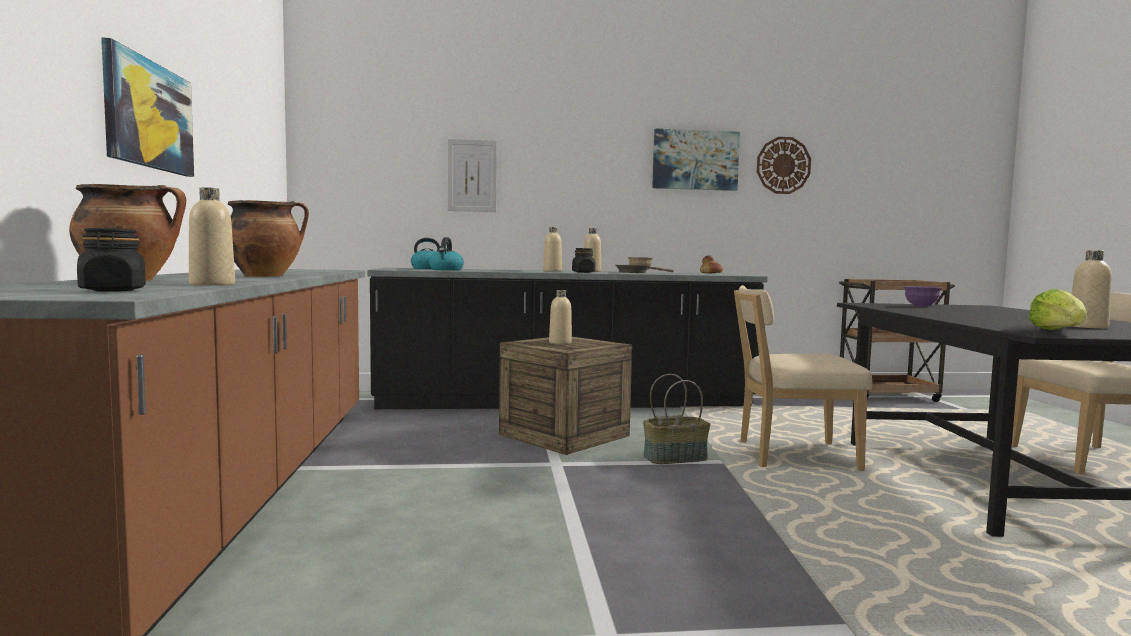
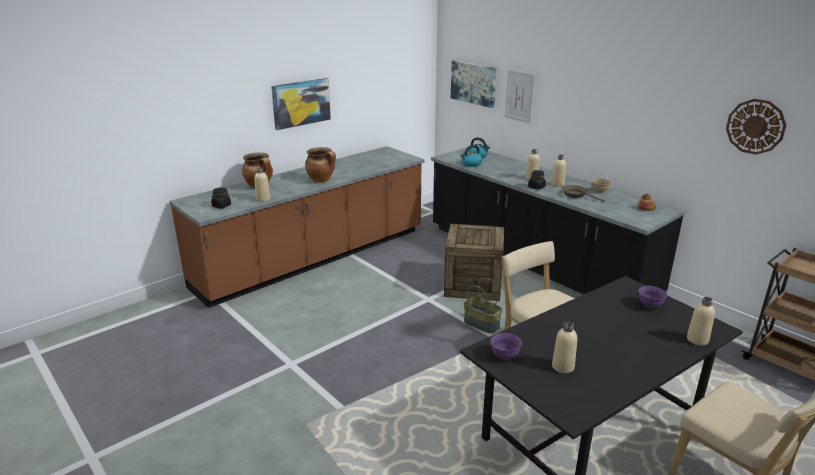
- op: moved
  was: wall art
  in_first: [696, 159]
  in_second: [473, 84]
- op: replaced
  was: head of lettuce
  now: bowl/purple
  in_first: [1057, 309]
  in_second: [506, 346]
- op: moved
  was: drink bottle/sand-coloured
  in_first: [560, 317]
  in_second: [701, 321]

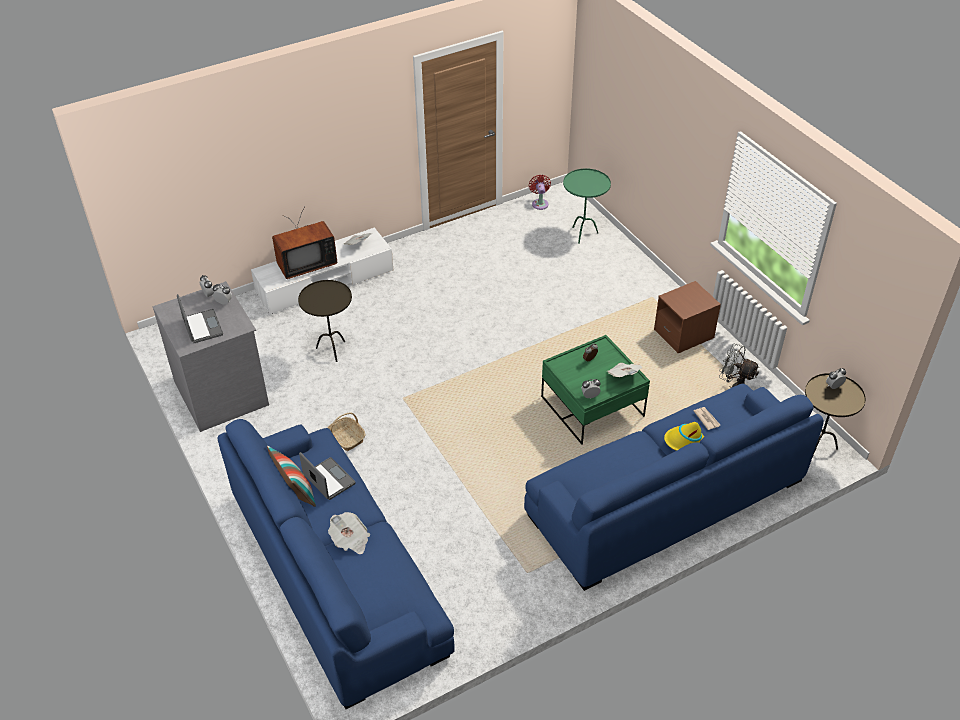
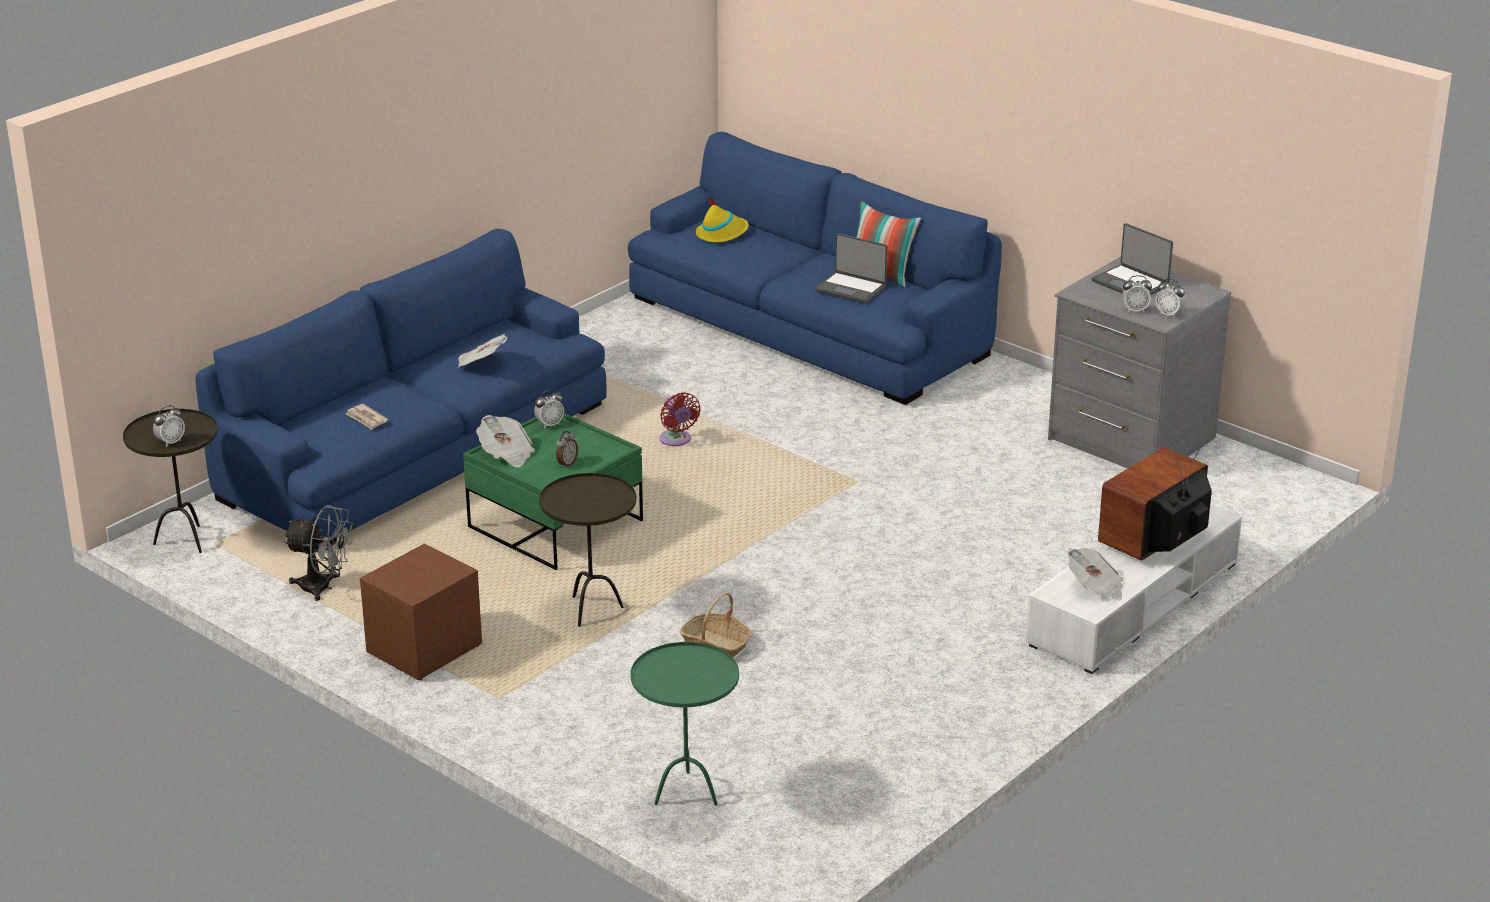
- op: moved
  was: electric fan/reddish
  in_first: [540, 192]
  in_second: [680, 419]
- op: moved
  was: accent table/brownish
  in_first: [325, 321]
  in_second: [587, 550]
- op: moved
  was: storage basket
  in_first: [346, 431]
  in_second: [715, 624]
- op: moved
  was: hat/yellow-coloured
  in_first: [684, 436]
  in_second: [722, 219]
- op: moved
  was: newspaper
  in_first: [349, 533]
  in_second: [482, 351]

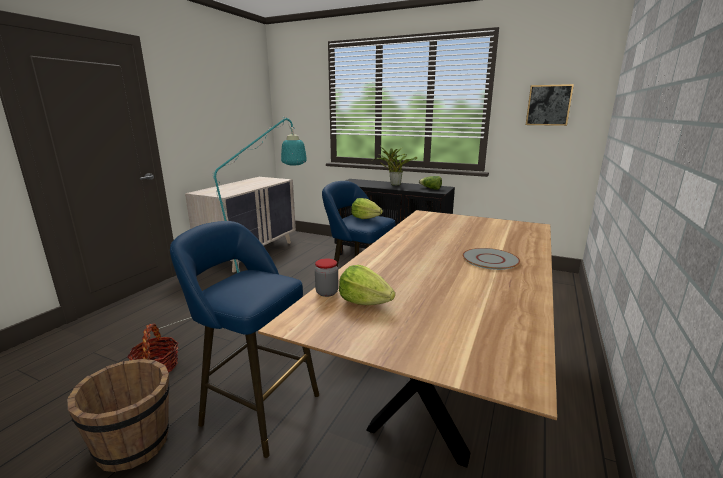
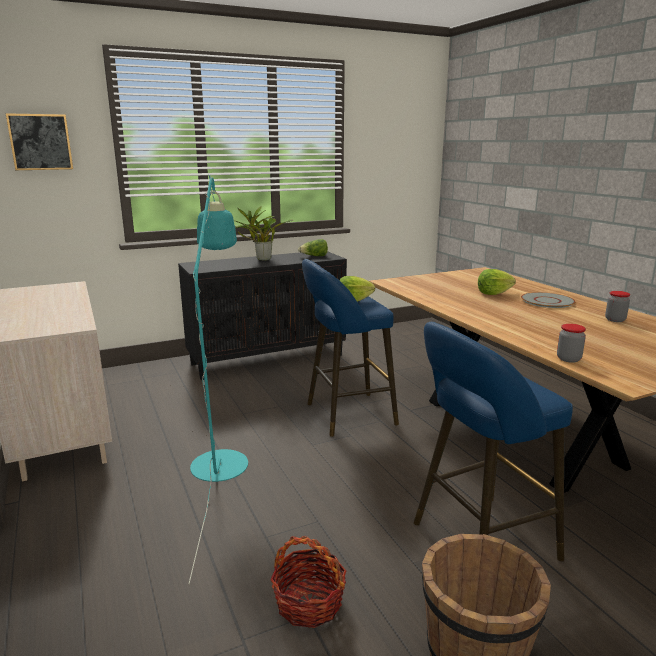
- op: moved
  was: wall art
  in_first: [550, 105]
  in_second: [39, 141]
- op: moved
  was: head of lettuce
  in_first: [367, 285]
  in_second: [497, 282]
- op: added
  now: jar
  in_second: [617, 306]

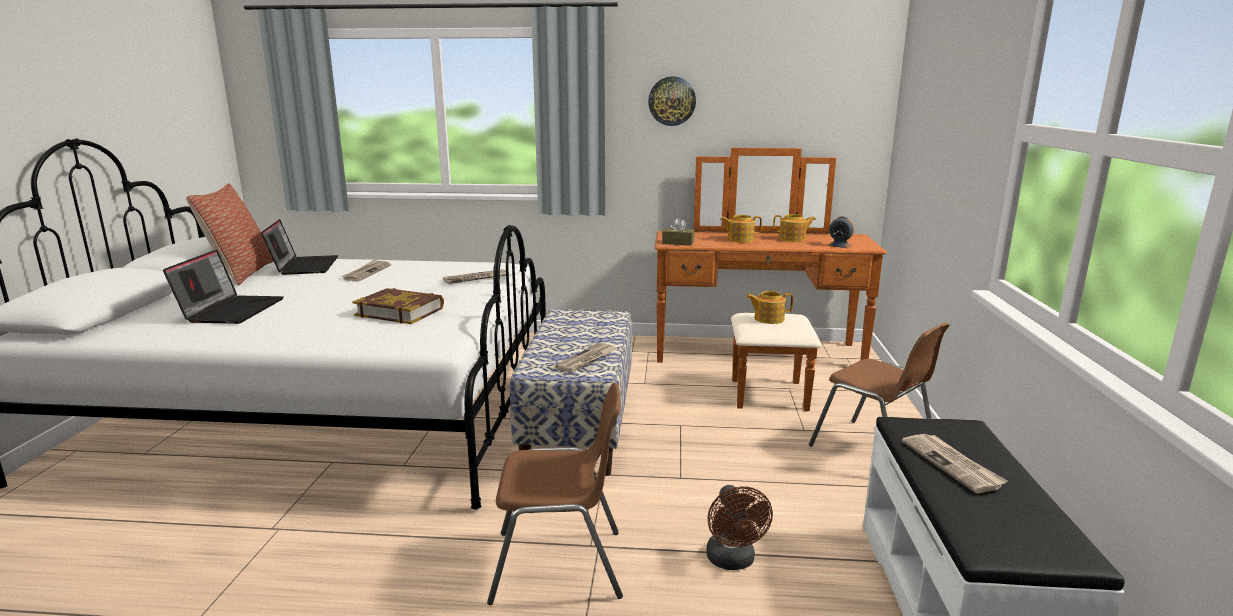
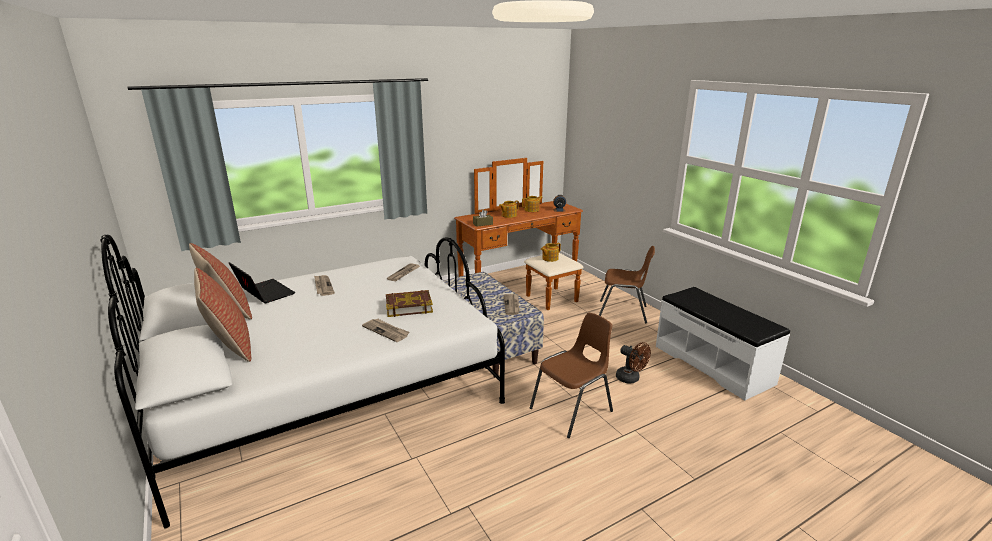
- op: removed
  was: hanging clock
  in_first: [672, 101]
- op: removed
  was: laptop
  in_first: [223, 286]
- op: moved
  was: newspaper
  in_first: [955, 464]
  in_second: [386, 330]
- op: added
  now: throw pillow
  in_second: [222, 315]

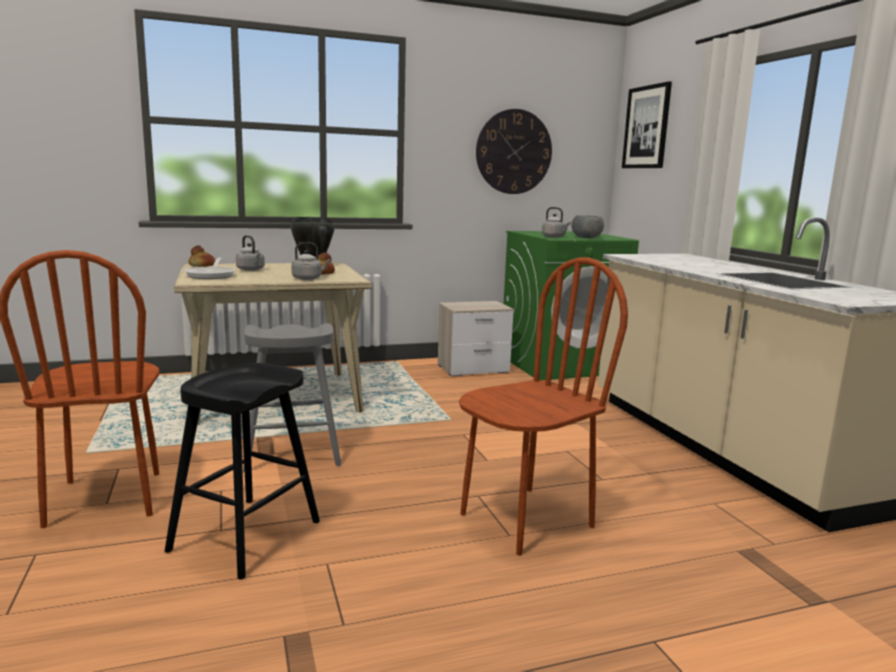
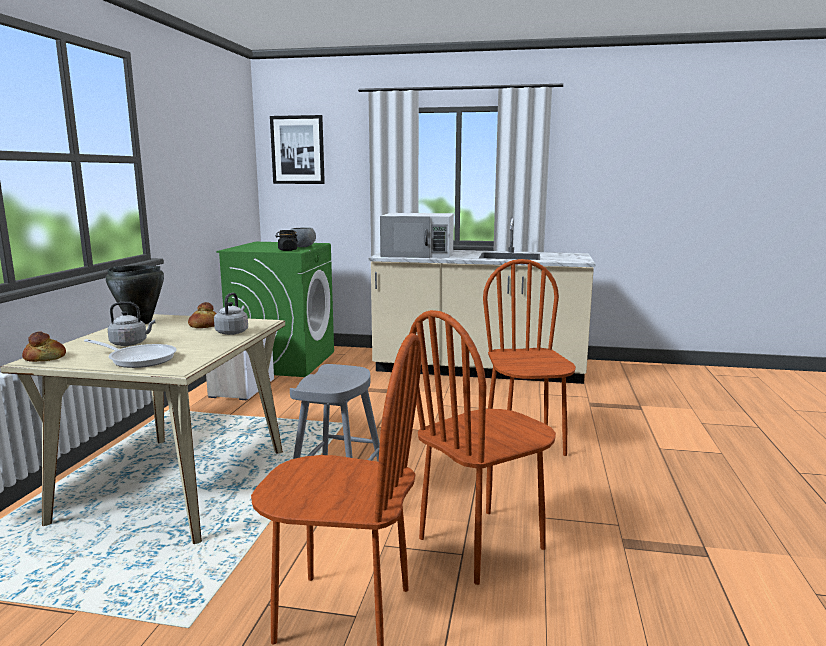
- op: removed
  was: hanging clock
  in_first: [514, 151]
- op: replaced
  was: kettle/grey
  now: jar/black
  in_first: [556, 222]
  in_second: [286, 240]
- op: replaced
  was: stool seat/black
  now: upright chair/brownish
  in_first: [242, 471]
  in_second: [482, 447]
- op: added
  now: microwave/white
  in_second: [417, 235]

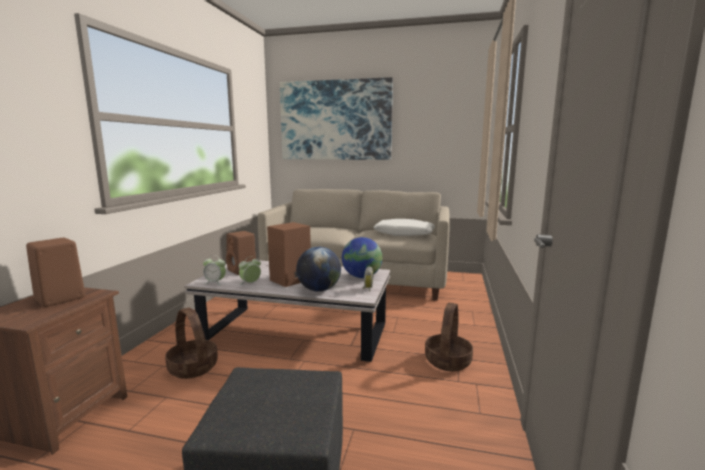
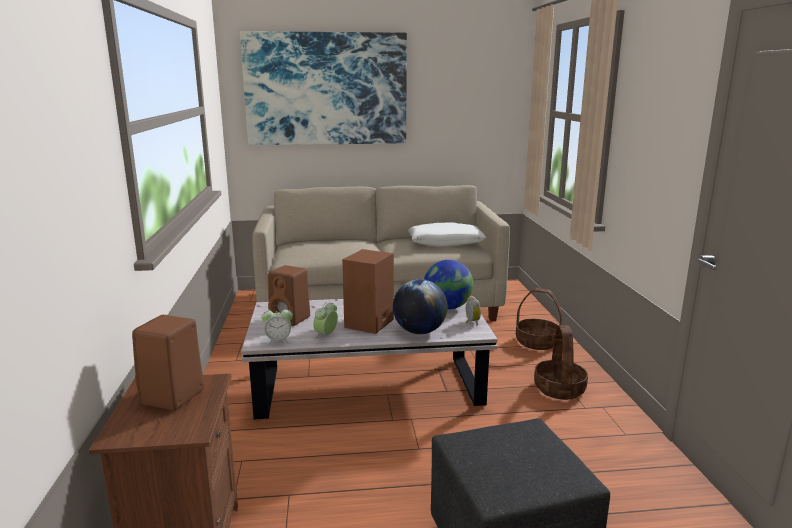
- op: moved
  was: storage basket
  in_first: [191, 343]
  in_second: [539, 319]

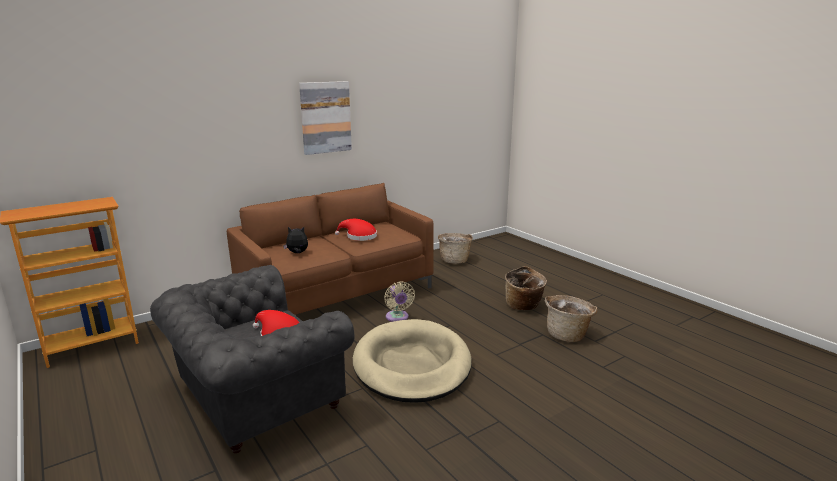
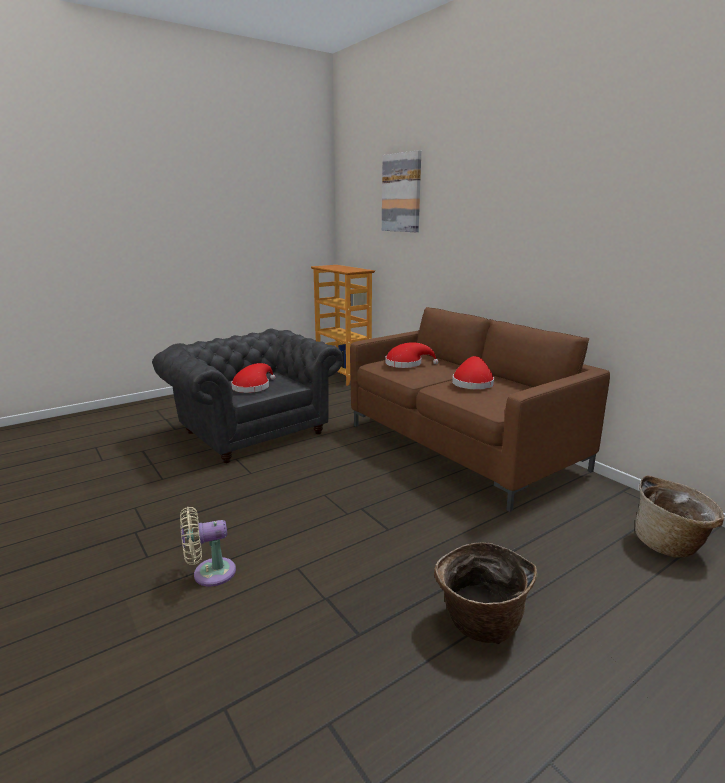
- op: moved
  was: wall art
  in_first: [325, 118]
  in_second: [401, 191]
- op: replaced
  was: cuddly toy
  now: hat/reddish
  in_first: [295, 240]
  in_second: [412, 355]
- op: moved
  was: electric fan/sand-coloured
  in_first: [399, 301]
  in_second: [208, 547]
- op: removed
  was: storage basket
  in_first: [570, 318]
- op: removed
  was: pet bed/sand-coloured
  in_first: [412, 361]

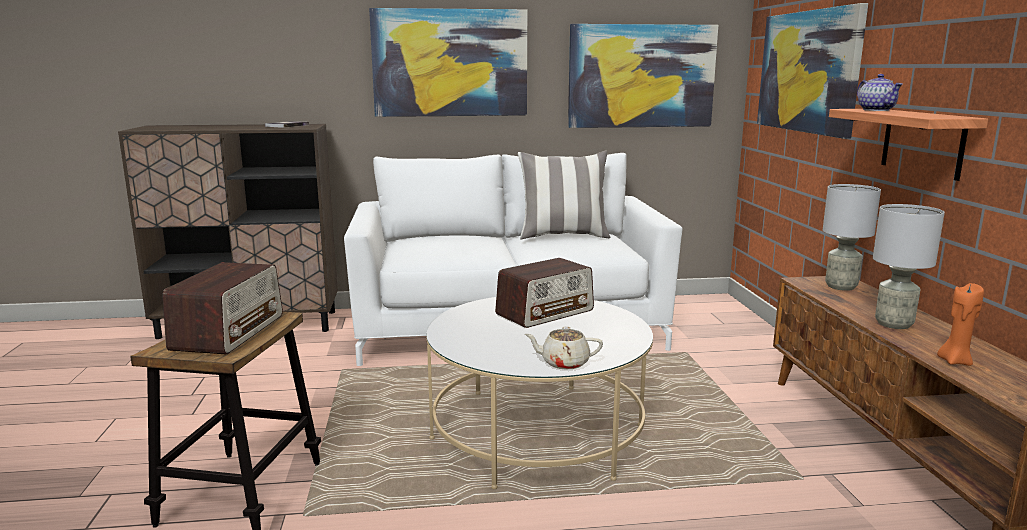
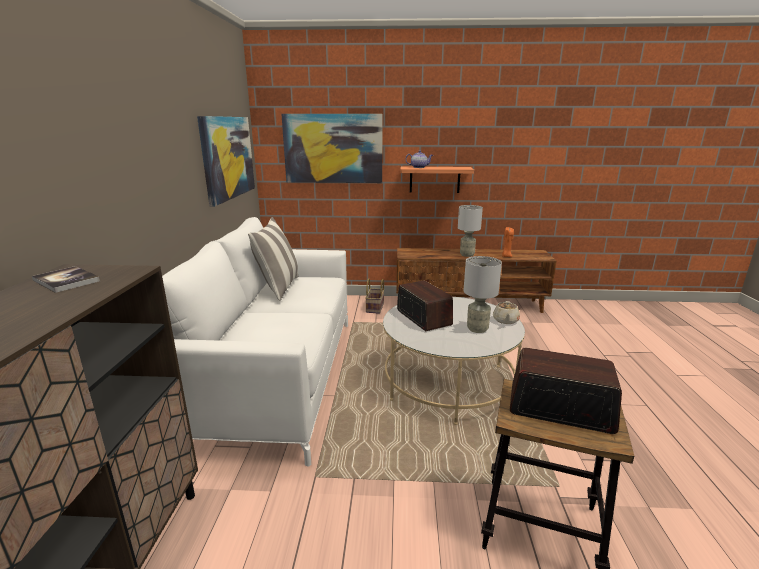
- op: removed
  was: wall art
  in_first: [448, 62]
- op: moved
  was: lamp for a table/grey
  in_first: [852, 237]
  in_second: [483, 294]
- op: added
  now: storage basket
  in_second: [374, 296]

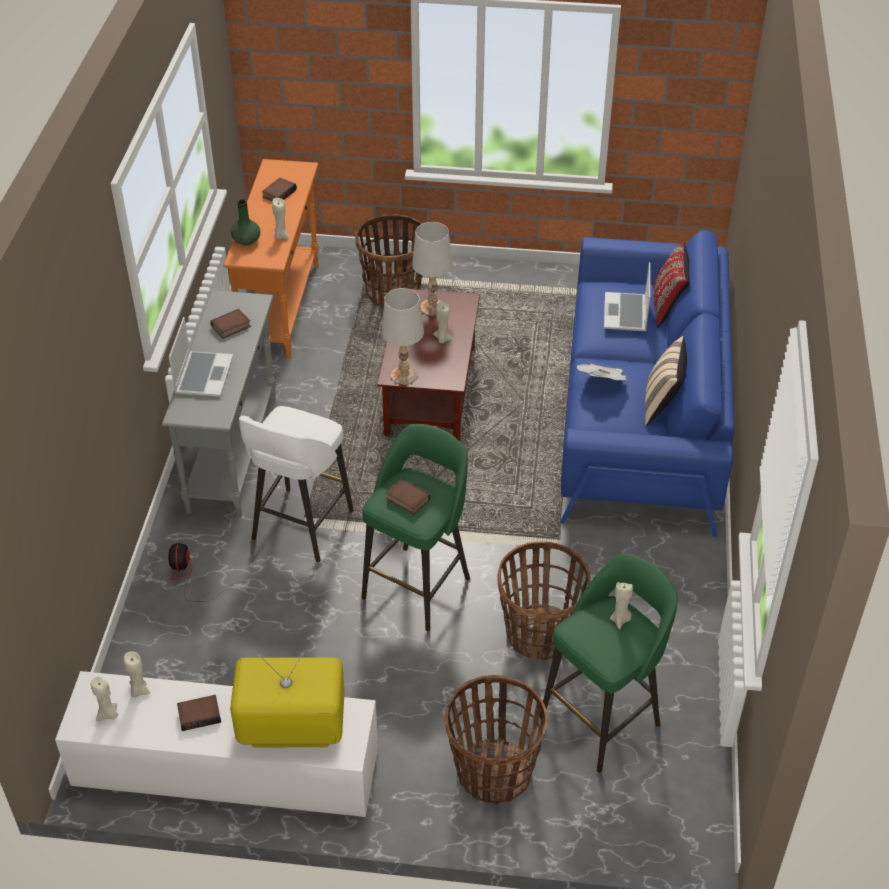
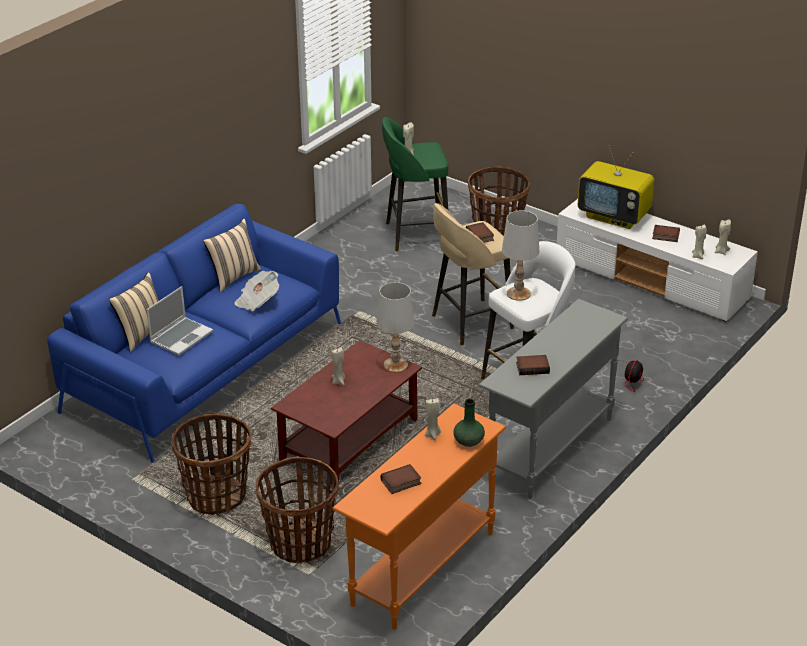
- op: moved
  was: lamp for a table/white
  in_first: [432, 269]
  in_second: [520, 256]
- op: recoloured
  was: throw pillow/reddish
  now: throw pillow/sand-coloured
  in_first: [671, 285]
  in_second: [134, 312]
- op: removed
  was: laptop
  in_first: [201, 357]
- op: recoloured
  was: stool seat/green-coloured
  now: stool seat/sand-coloured
  in_first: [415, 527]
  in_second: [473, 274]
- op: moved
  was: storage basket
  in_first: [544, 601]
  in_second: [211, 464]

